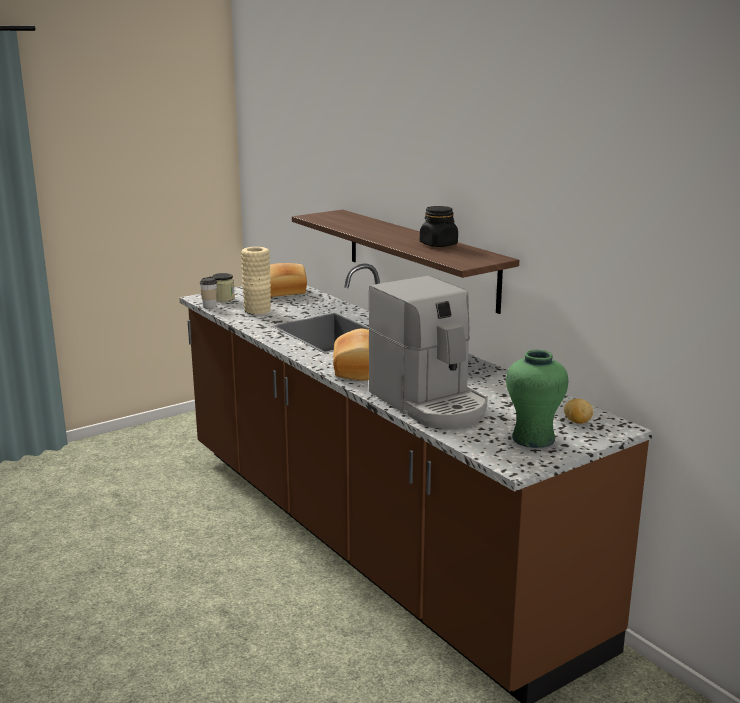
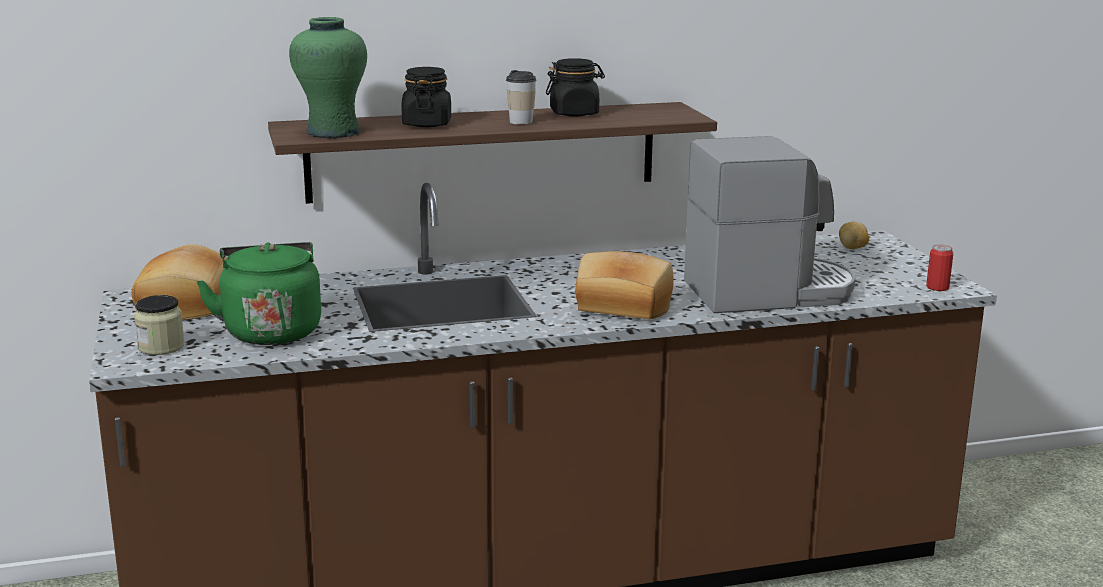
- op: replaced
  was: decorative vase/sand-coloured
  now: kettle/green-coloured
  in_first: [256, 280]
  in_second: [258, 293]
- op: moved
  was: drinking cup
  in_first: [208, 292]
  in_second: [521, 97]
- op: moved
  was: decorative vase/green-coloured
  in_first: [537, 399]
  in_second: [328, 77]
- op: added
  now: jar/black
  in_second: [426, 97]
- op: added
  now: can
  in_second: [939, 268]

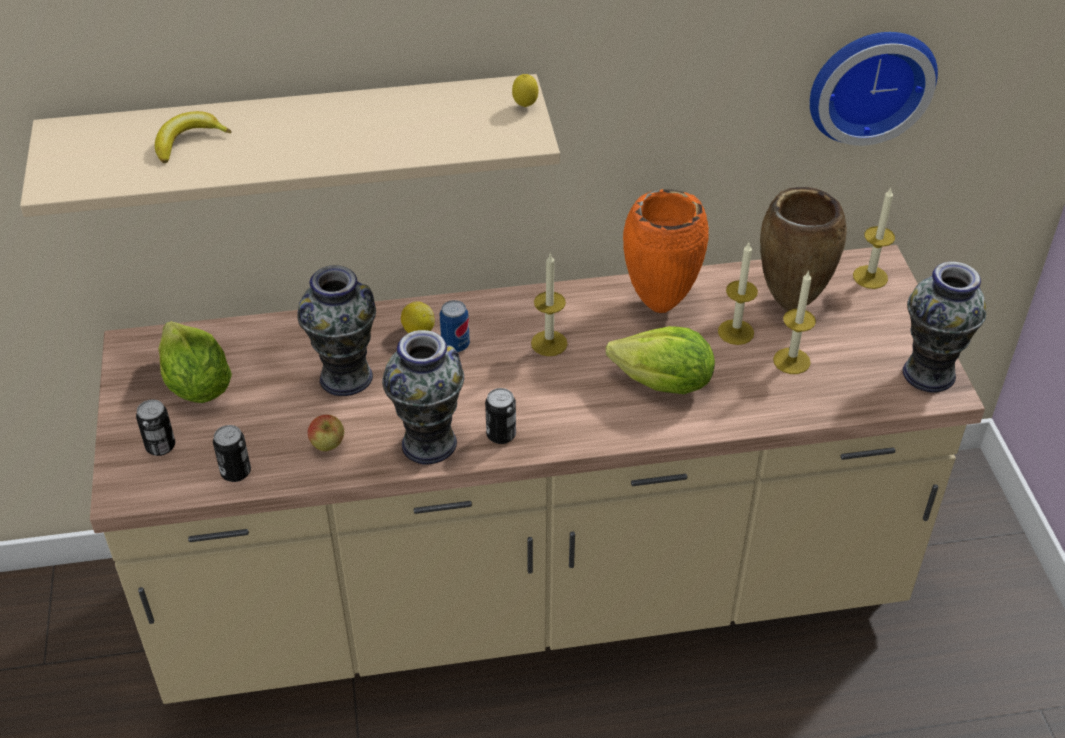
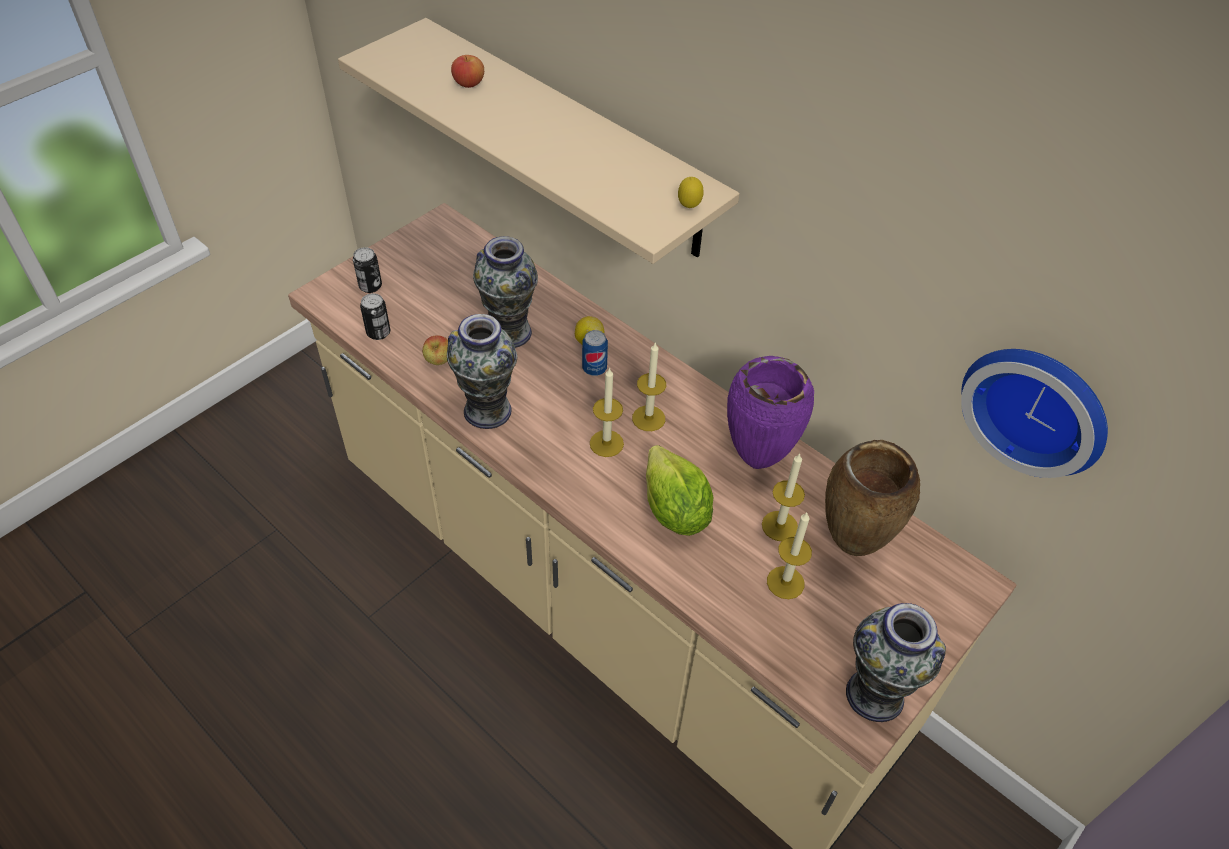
- op: replaced
  was: banana
  now: apple fruit
  in_first: [193, 137]
  in_second: [467, 71]
- op: moved
  was: candle
  in_first: [874, 238]
  in_second: [607, 412]
- op: recoloured
  was: decorative vase/orange-coloured
  now: decorative vase/purple
  in_first: [666, 251]
  in_second: [770, 412]
- op: removed
  was: head of lettuce
  in_first: [195, 362]
- op: removed
  was: can
  in_first: [500, 416]

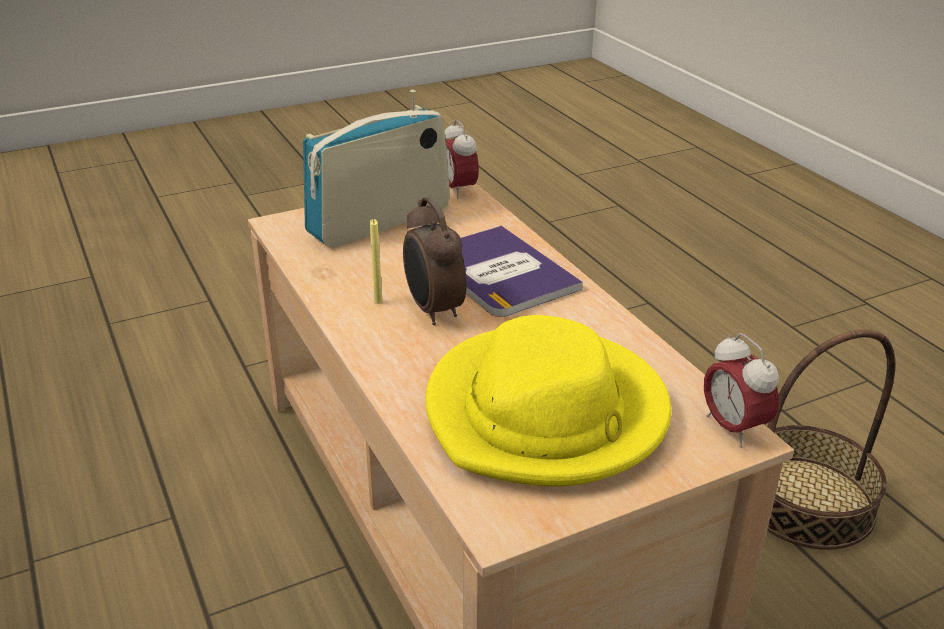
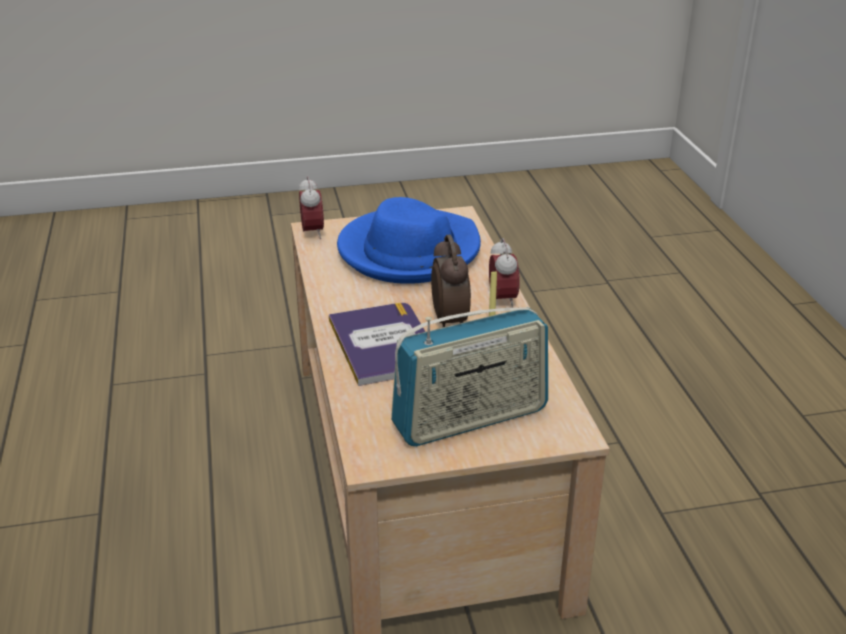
- op: moved
  was: alarm clock
  in_first: [462, 159]
  in_second: [504, 273]
- op: recoloured
  was: hat/yellow-coloured
  now: hat/bluish
  in_first: [548, 400]
  in_second: [409, 240]
- op: removed
  was: storage basket
  in_first: [831, 439]

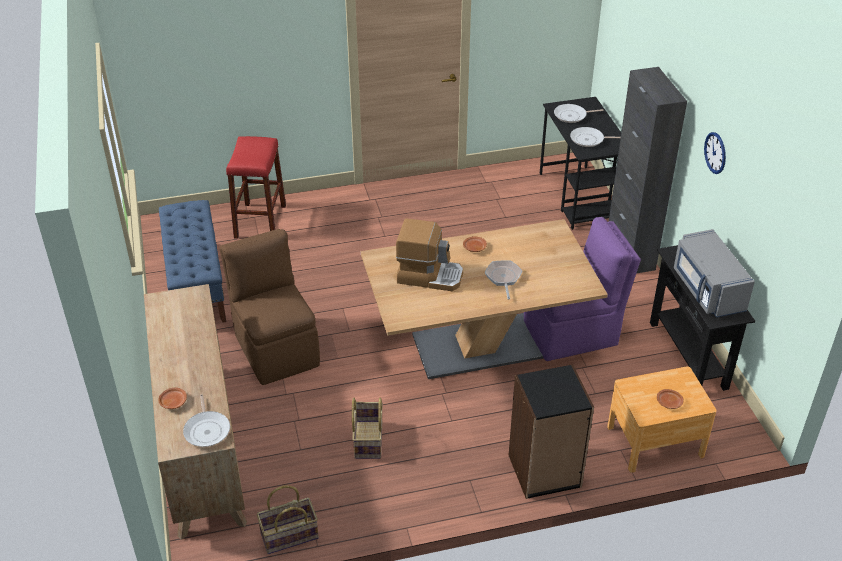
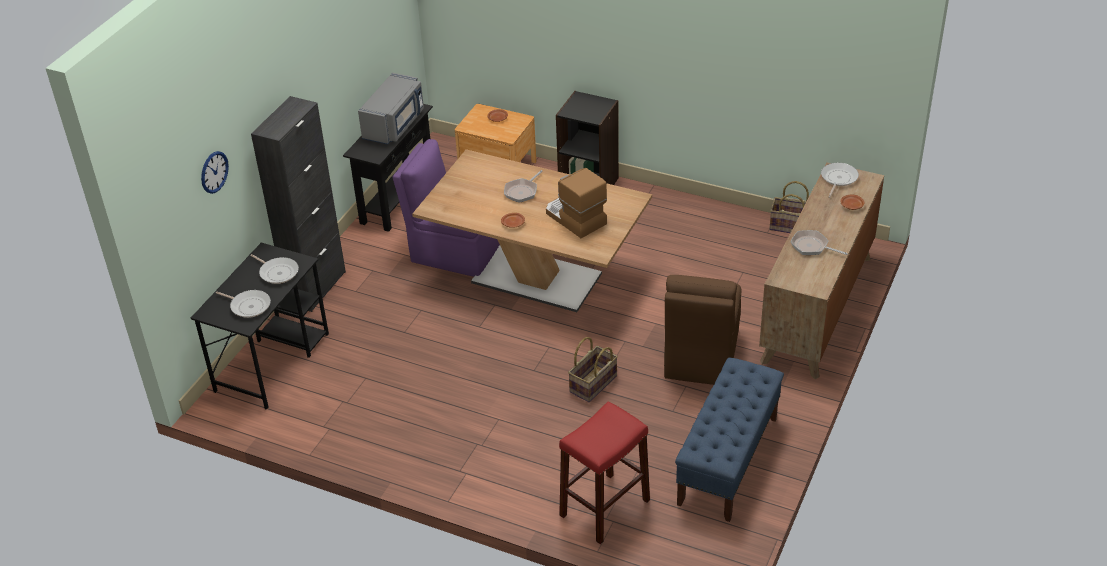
- op: moved
  was: hanging clock
  in_first: [715, 153]
  in_second: [215, 172]
- op: moved
  was: storage basket
  in_first: [367, 428]
  in_second: [593, 369]
- op: added
  now: skillet
  in_second: [819, 242]

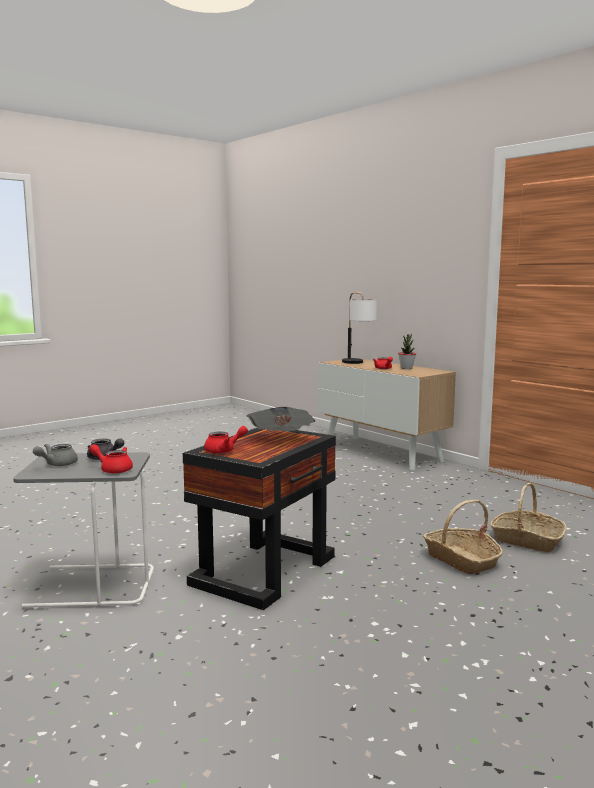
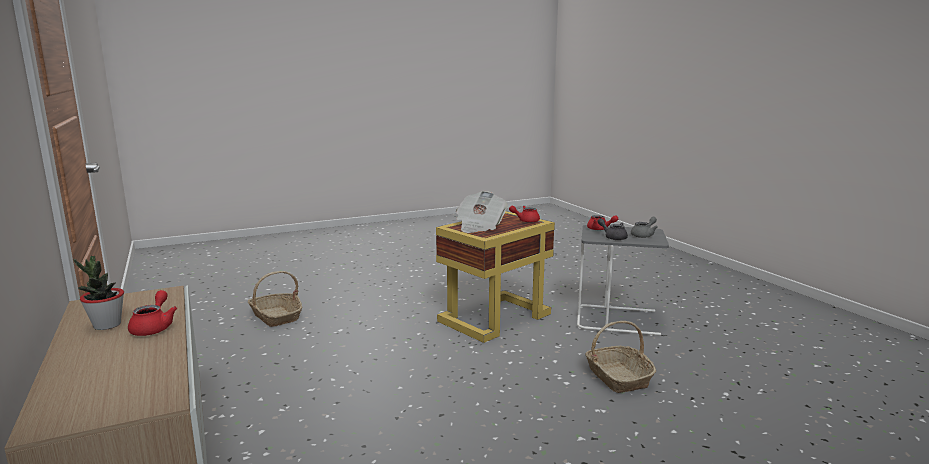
- op: removed
  was: lamp for a table
  in_first: [359, 328]
- op: recoloured
  was: accent table/black
  now: accent table/yellow-coloured
  in_first: [259, 518]
  in_second: [495, 277]
- op: moved
  was: storage basket
  in_first: [463, 537]
  in_second: [620, 357]

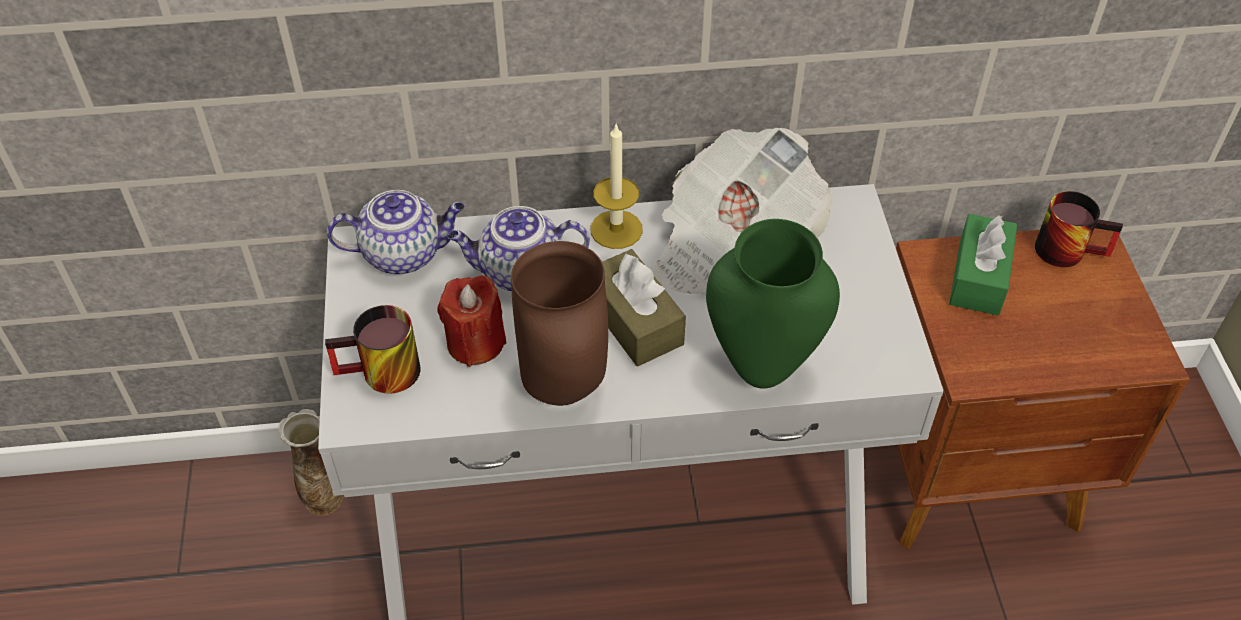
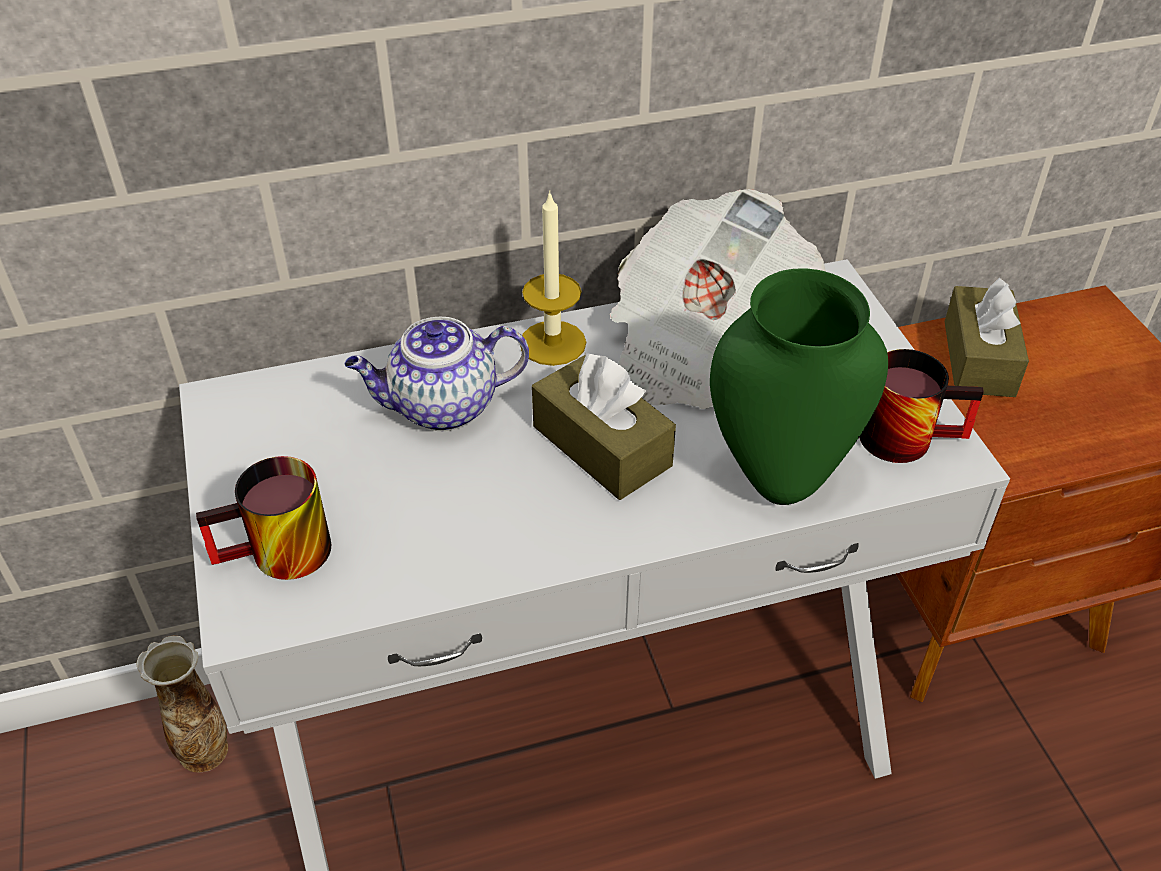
- op: removed
  was: tea pot
  in_first: [396, 232]
- op: moved
  was: coffee mug
  in_first: [1079, 229]
  in_second: [921, 406]
- op: recoloured
  was: tissue box/green-coloured
  now: tissue box/brownish
  in_first: [983, 264]
  in_second: [987, 337]
- op: removed
  was: decorative vase/brownish
  in_first: [559, 323]
- op: removed
  was: candle/reddish
  in_first: [472, 321]

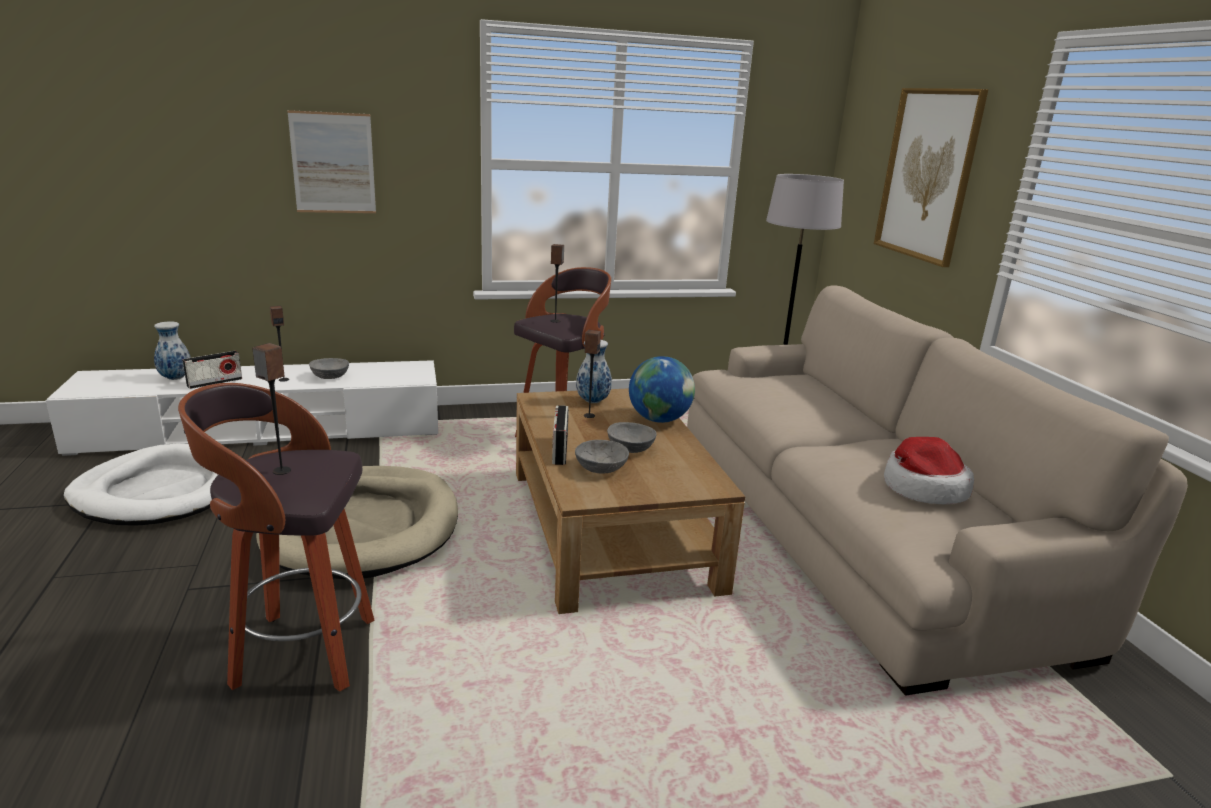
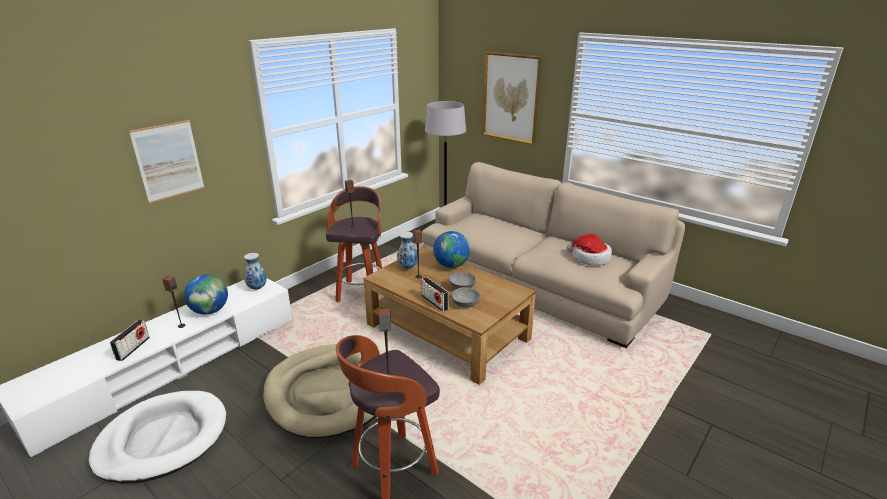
- op: moved
  was: decorative vase
  in_first: [172, 350]
  in_second: [255, 271]
- op: replaced
  was: bowl/grey
  now: globe
  in_first: [329, 368]
  in_second: [206, 294]

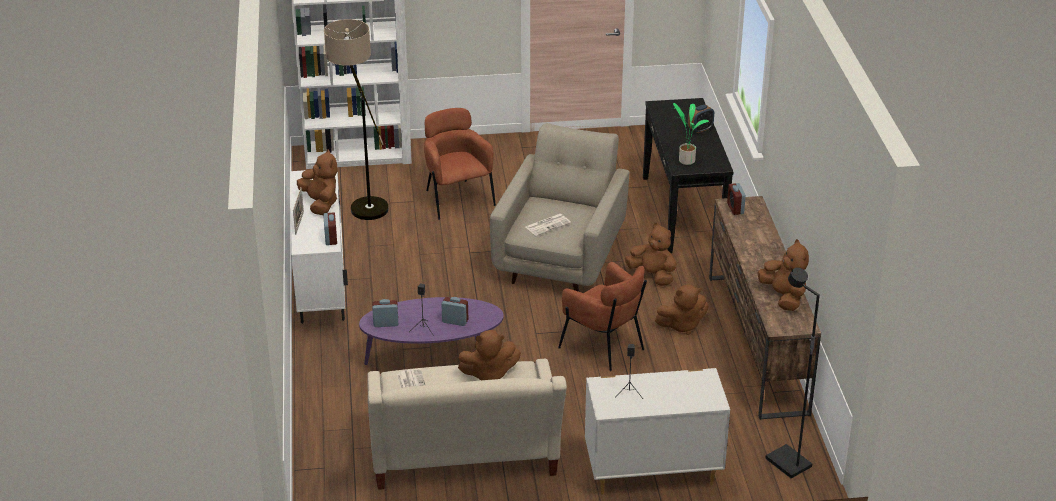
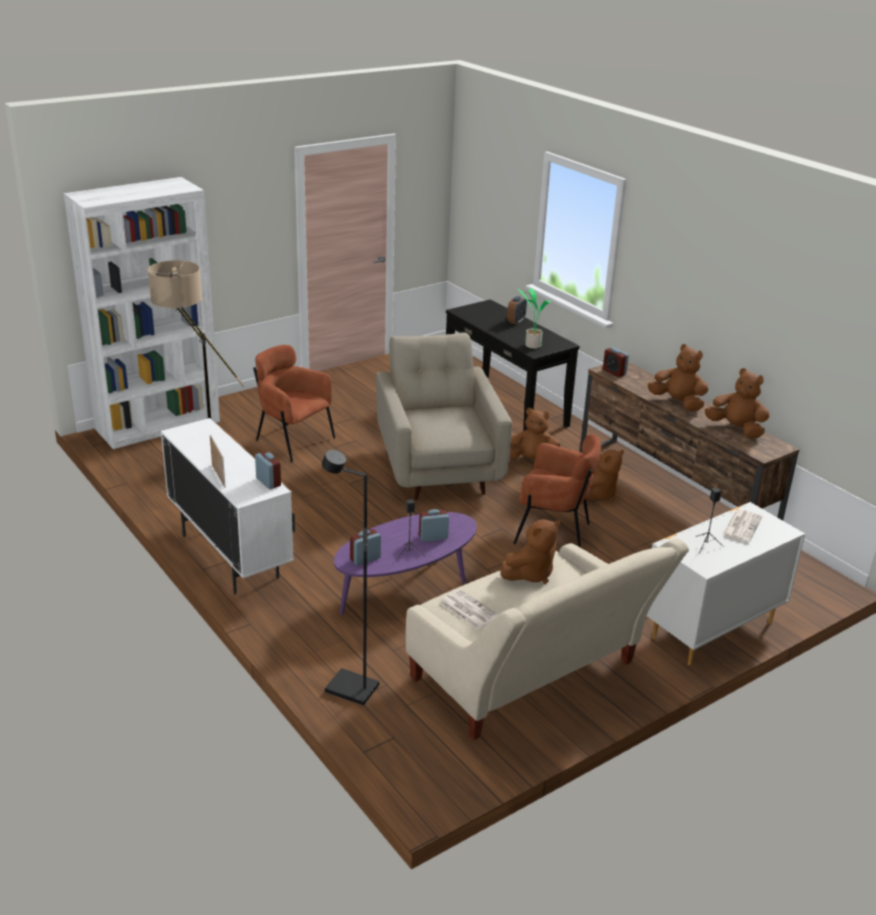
- op: moved
  was: cuddly toy/brownish
  in_first: [317, 182]
  in_second: [678, 377]
- op: moved
  was: newspaper
  in_first: [548, 225]
  in_second: [742, 525]
- op: moved
  was: standard lamp/black
  in_first: [793, 373]
  in_second: [350, 578]

